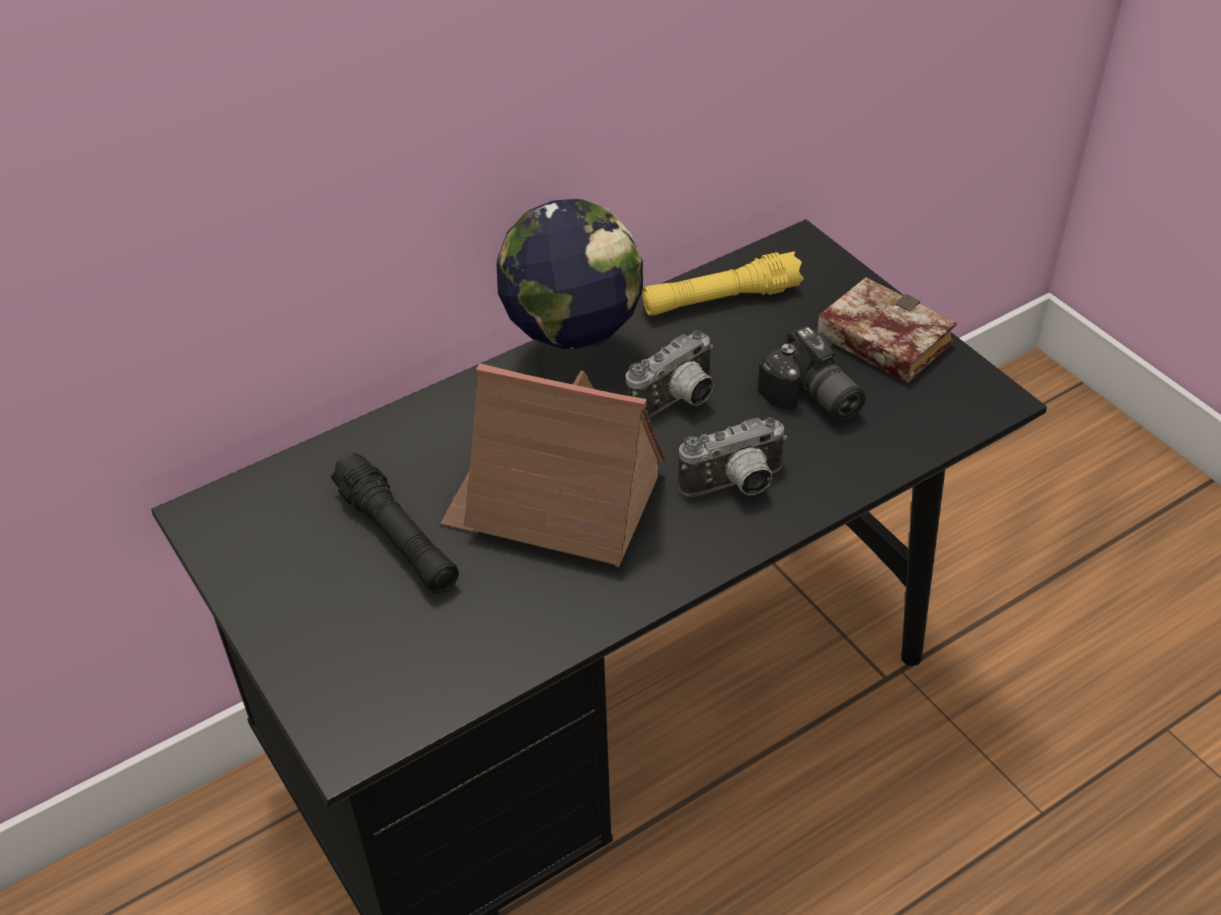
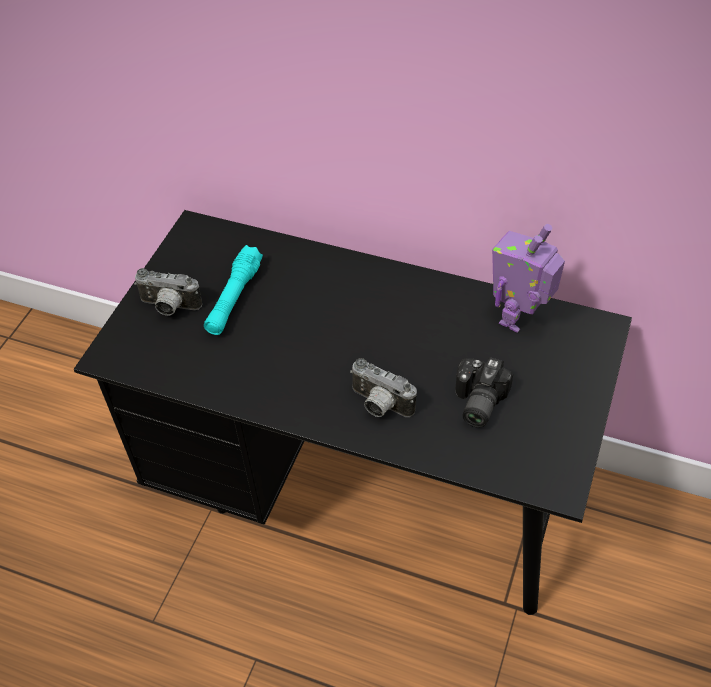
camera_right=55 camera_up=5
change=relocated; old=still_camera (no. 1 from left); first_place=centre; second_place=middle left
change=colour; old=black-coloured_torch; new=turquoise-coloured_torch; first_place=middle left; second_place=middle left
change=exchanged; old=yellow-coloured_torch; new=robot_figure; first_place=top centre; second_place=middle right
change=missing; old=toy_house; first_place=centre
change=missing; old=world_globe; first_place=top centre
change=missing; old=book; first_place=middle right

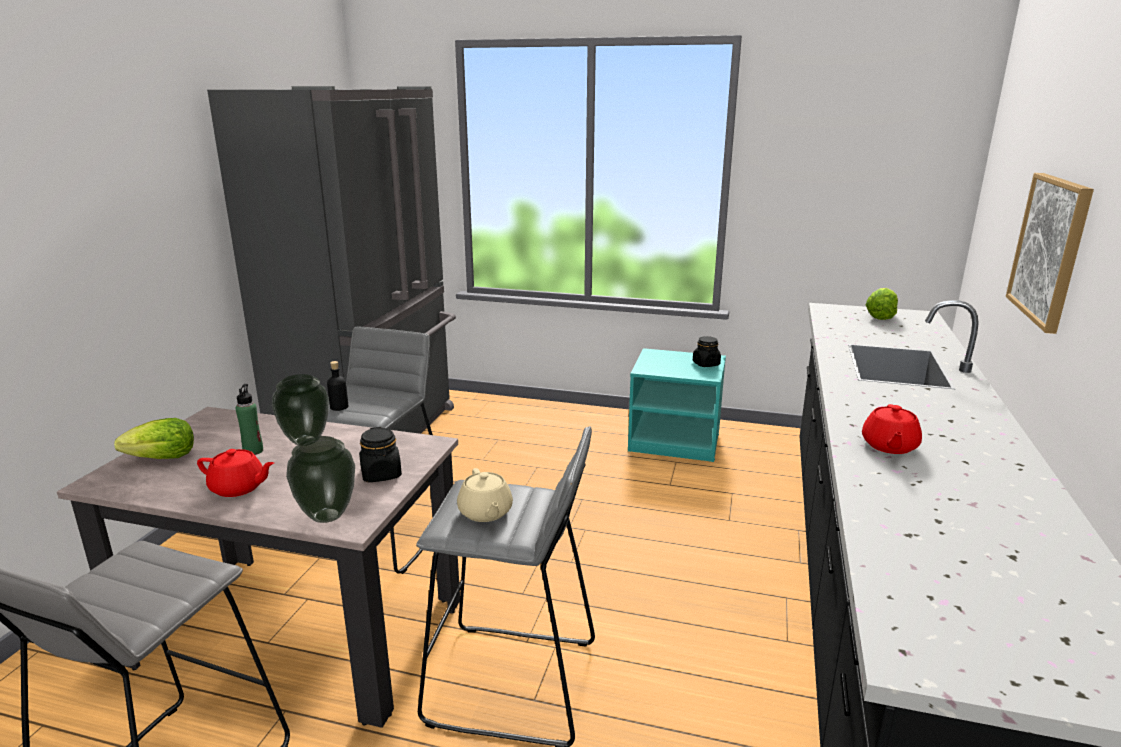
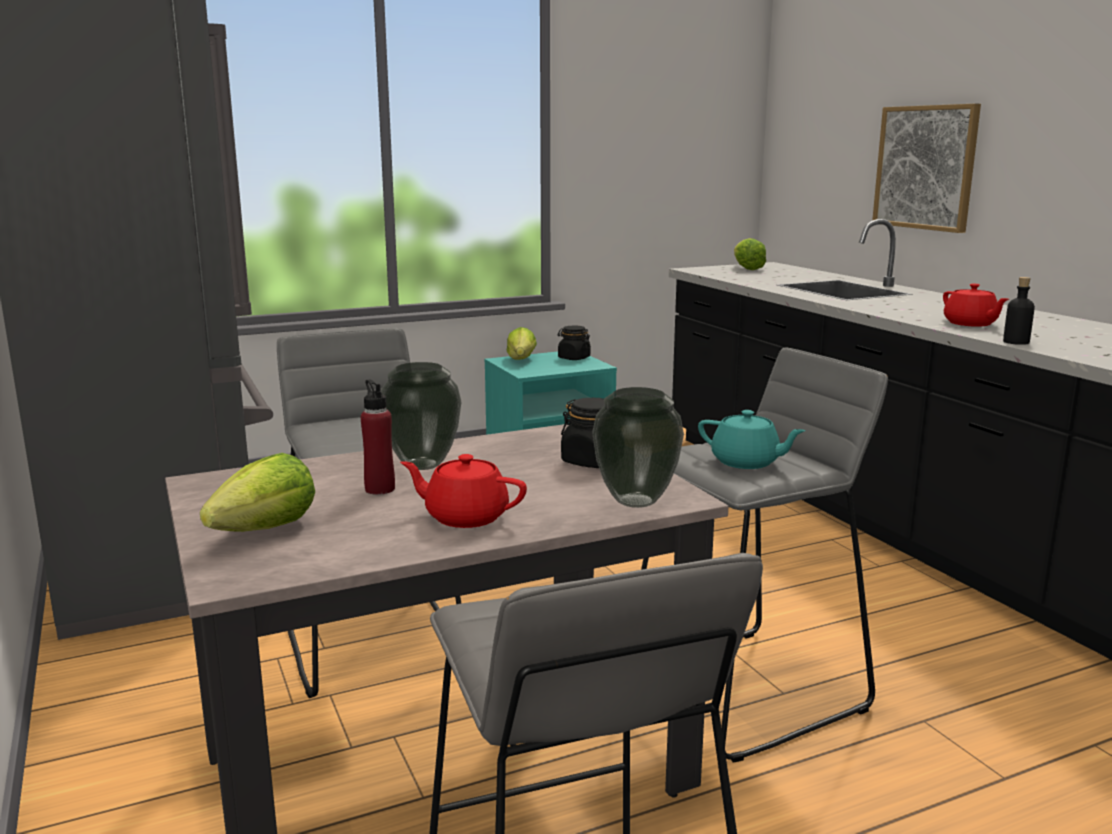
camera_right=-40 camera_up=-5
change=colour; old=greenish_drink_bottle; new=reddish_drink_bottle; first_place=middle left; second_place=centre
change=spun; old=reddish_tea_pot (no. 1 from left); first_place=middle left; second_place=centre; degrees=-135
change=appeared; new=lettuce_head (no. 2 from left); second_place=centre
change=colour; old=beige_tea_pot; new=turquoise-coloured_tea_pot; first_place=centre; second_place=middle right
change=relocated; old=black-coloured_drink_bottle; first_place=middle left; second_place=middle right

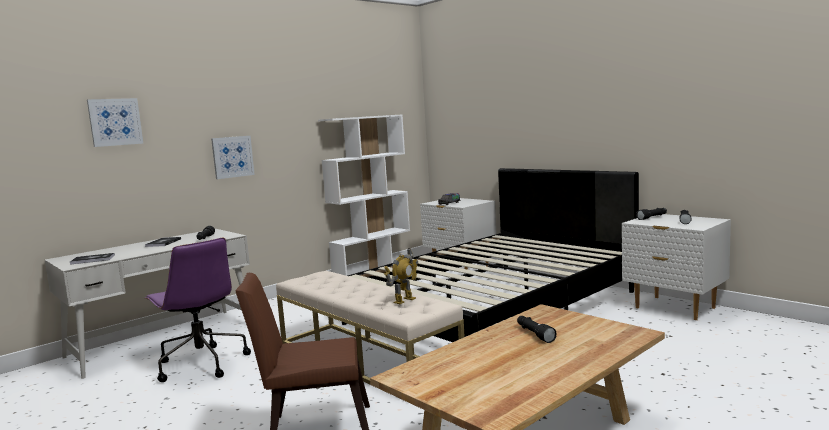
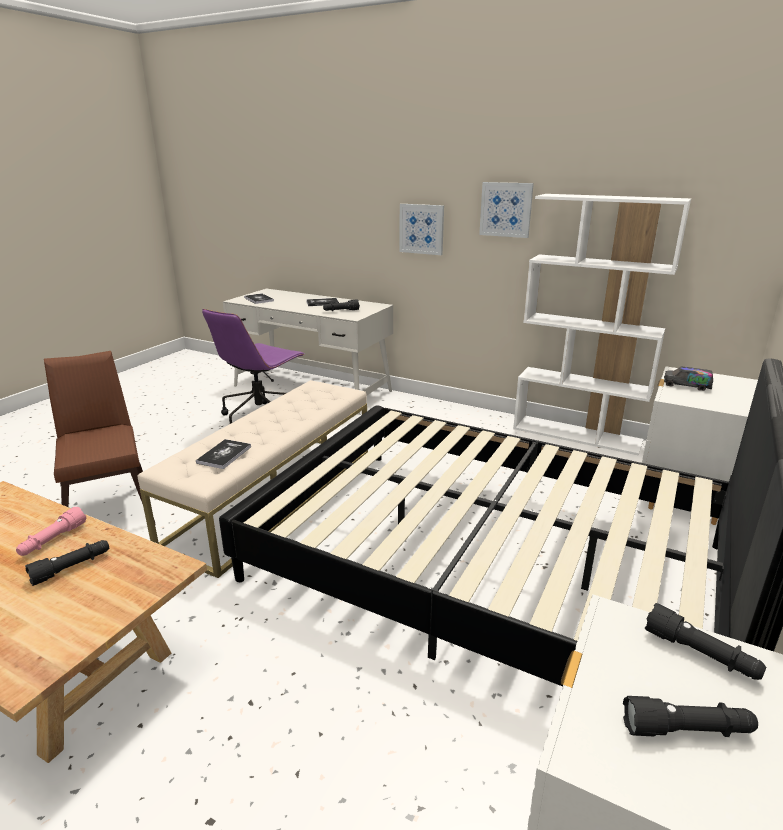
camera_right=70 camera_up=15
change=appeared; new=pink-coloured_torch; second_place=middle left
change=exchanged; old=robot_figure; new=book (no. 1 from left); first_place=centre; second_place=middle left
change=relocated; old=picture (no. 1 from left in the first image); new=picture (no. 2 from left); first_place=top left; second_place=top centre

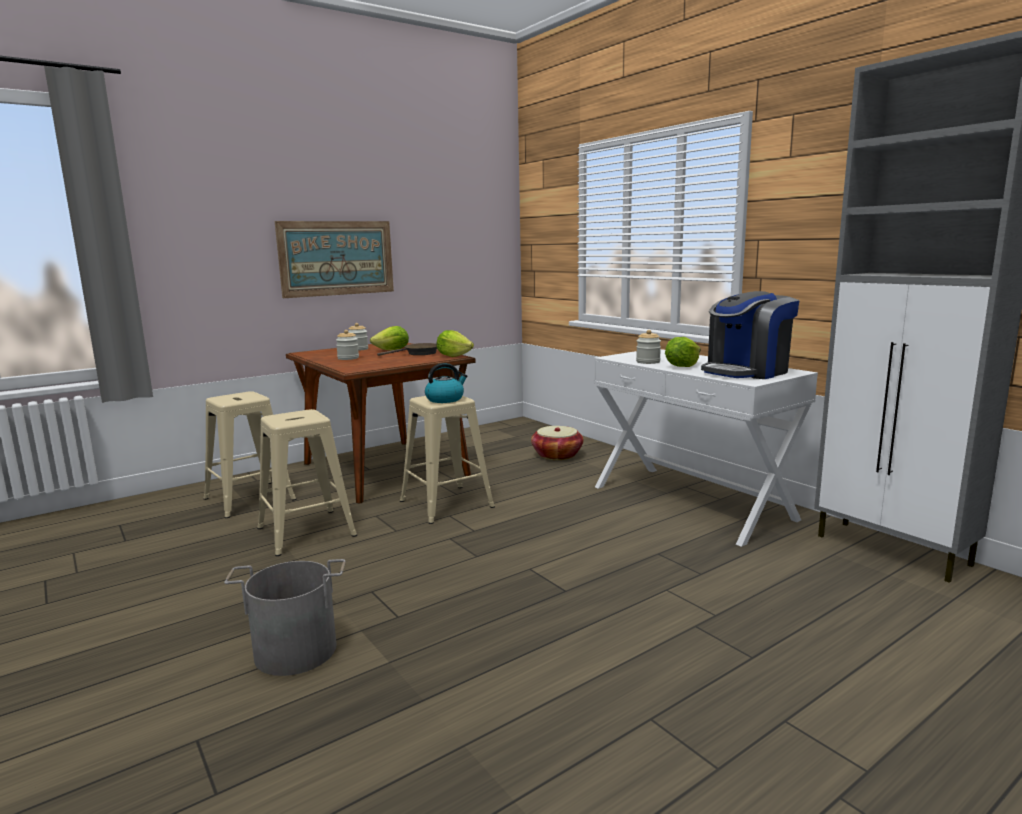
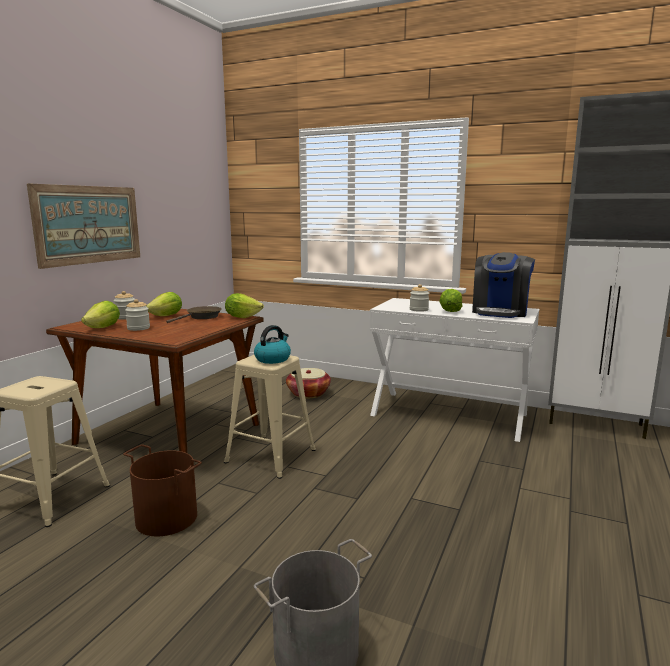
camera_right=-30 camera_up=0
change=appeared; new=lettuce_head (no. 1 from left); second_place=middle left
change=exchanged; old=beige_sitting_stool (no. 2 from left); new=brown-coloured_water_bucket; first_place=middle left; second_place=bottom left

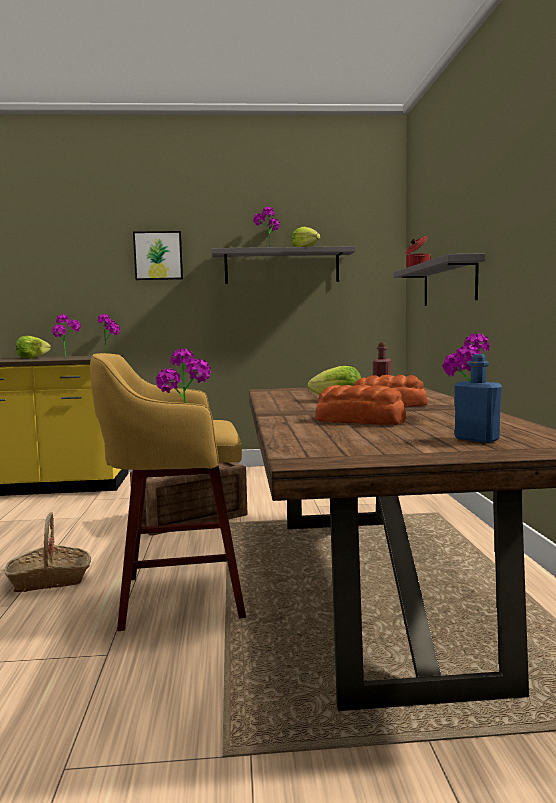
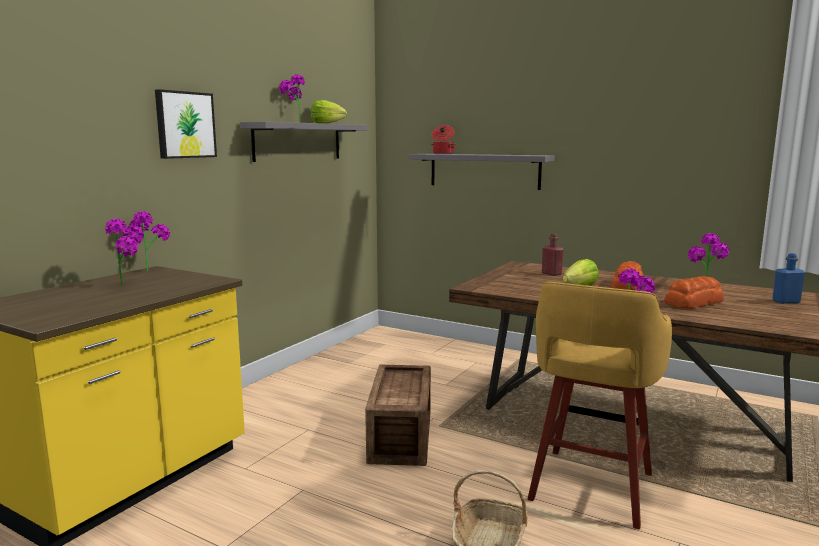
camera_right=-55 camera_up=5
change=missing; old=lettuce_head (no. 1 from left); first_place=middle left

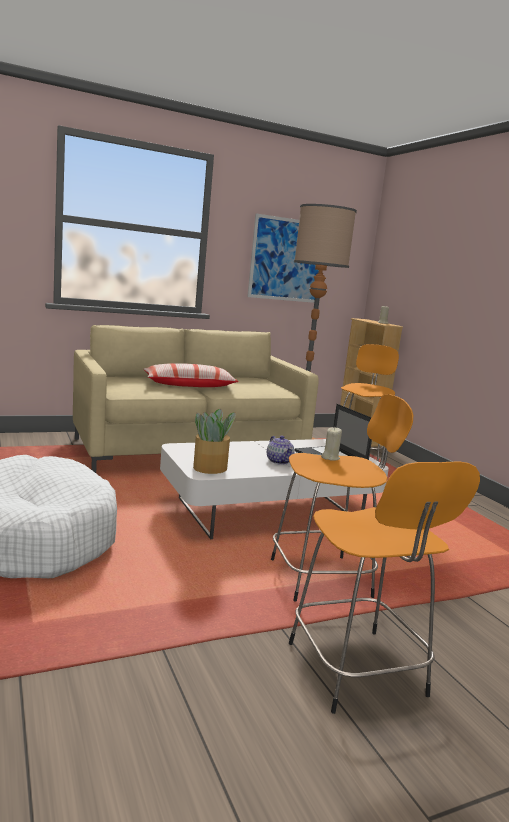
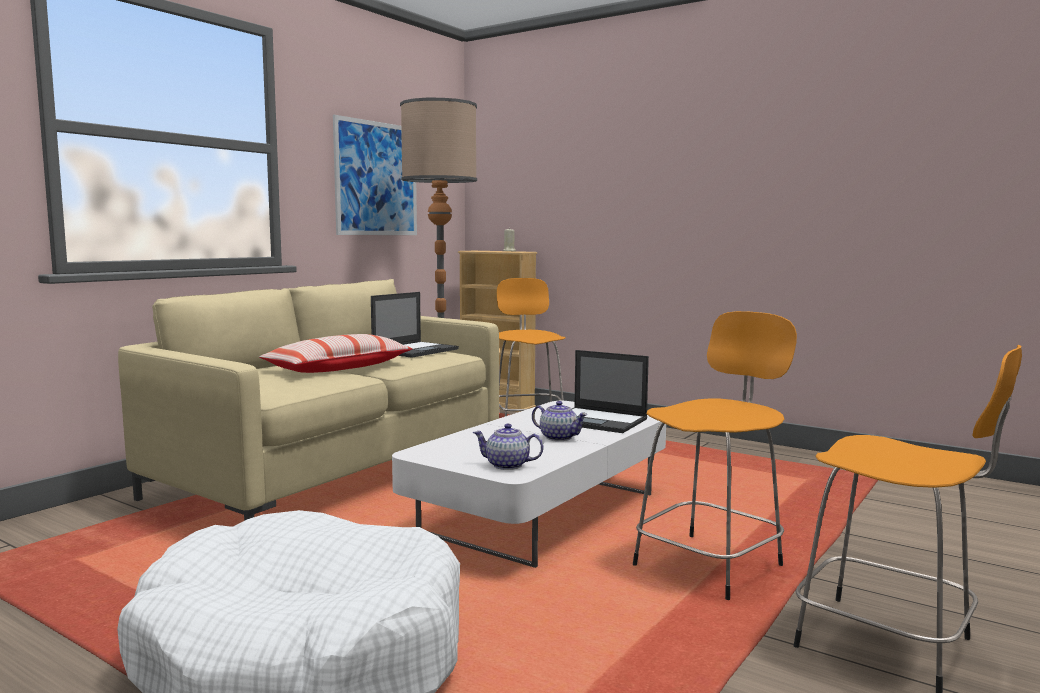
camera_right=-30 camera_up=-5
change=appeared; new=laptop (no. 1 from left); second_place=centre
change=exchanged; old=plant_in_a_pot; new=tea_pot (no. 1 from left); first_place=centre; second_place=centre
change=missing; old=beige_candle (no. 1 from left); first_place=centre

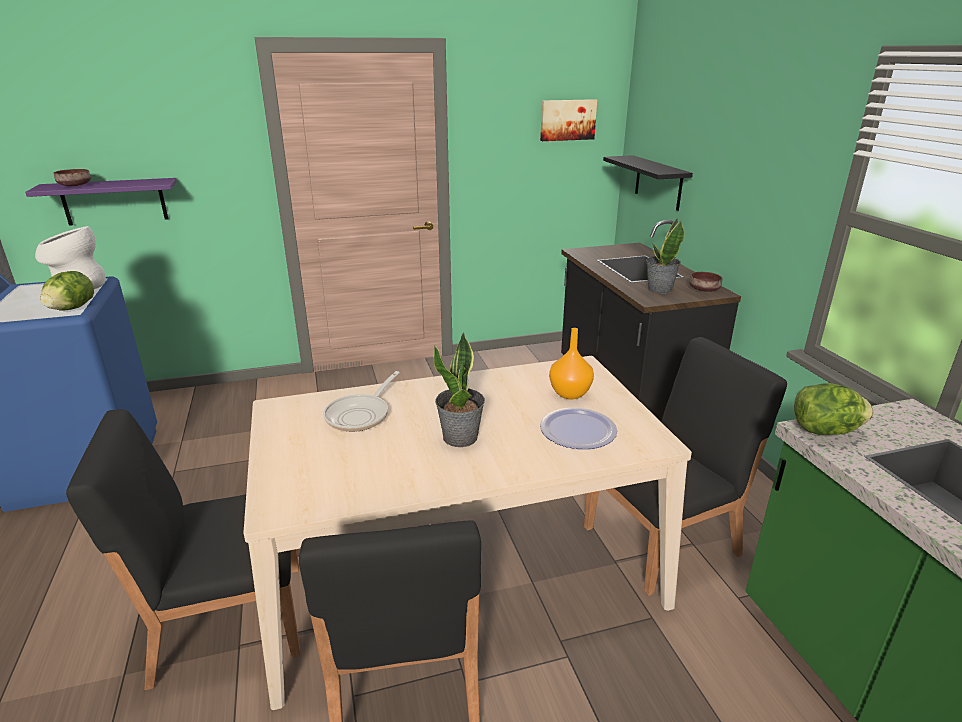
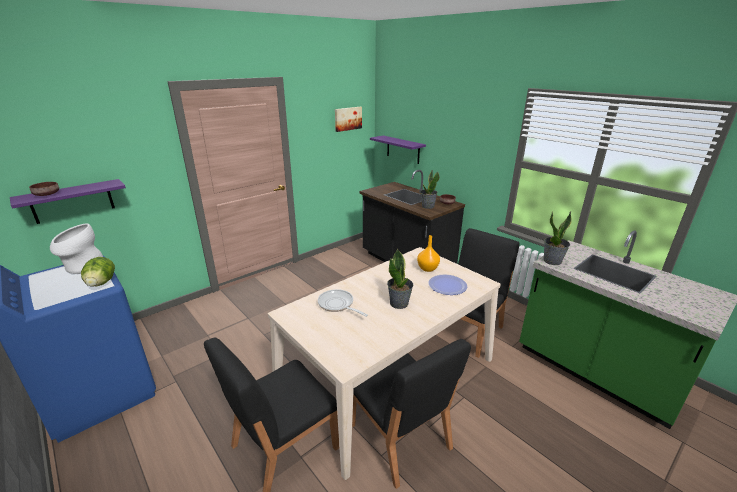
camera_right=-25 camera_up=0
change=spun; old=frying_pan; first_place=centre; second_place=centre; degrees=135
change=colour; old=black-coloured_wall_shelf; new=purplish_wall_shelf (no. 2 from left); first_place=top right; second_place=top centre
change=exchanged; old=lettuce_head (no. 2 from left); new=plant_in_a_pot (no. 3 from left); first_place=middle right; second_place=middle right

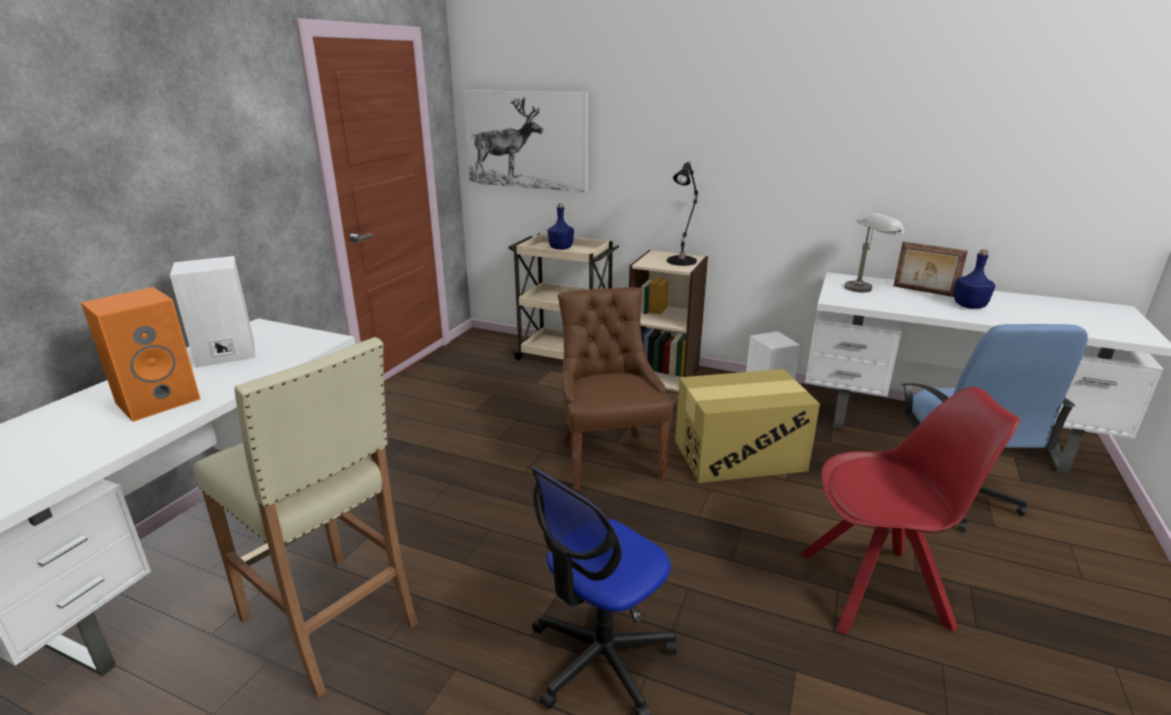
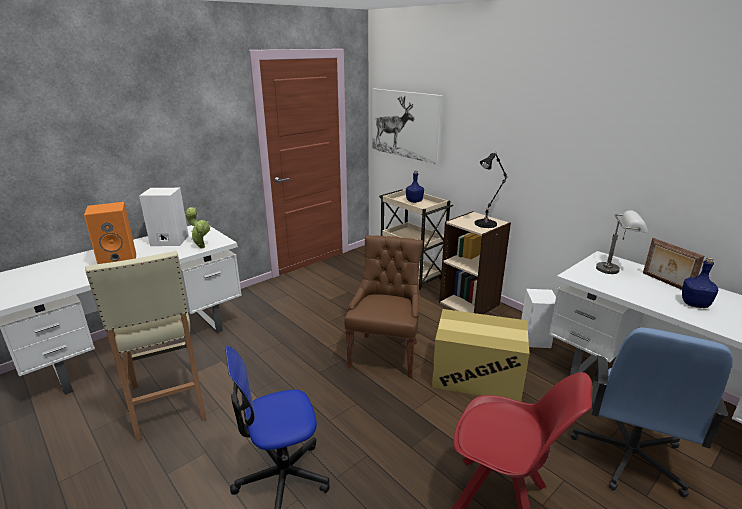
camera_right=25 camera_up=0
change=appeared; new=plant_in_a_pot; second_place=middle left

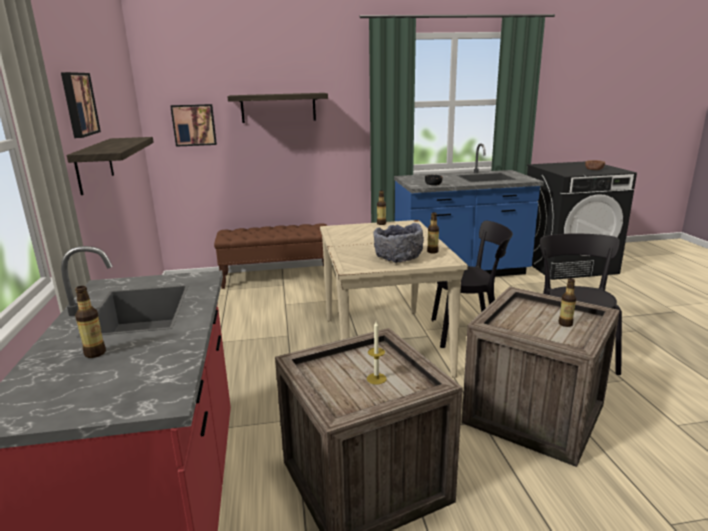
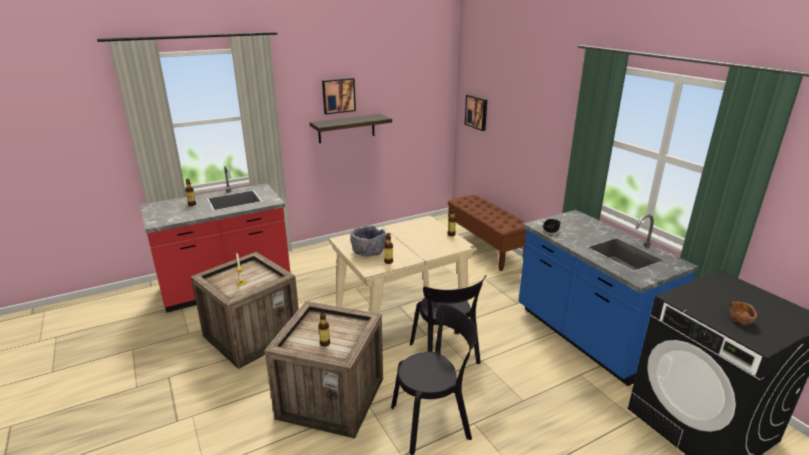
camera_right=70 camera_up=5
change=missing; old=wall_shelf (no. 2 from left); first_place=top centre

